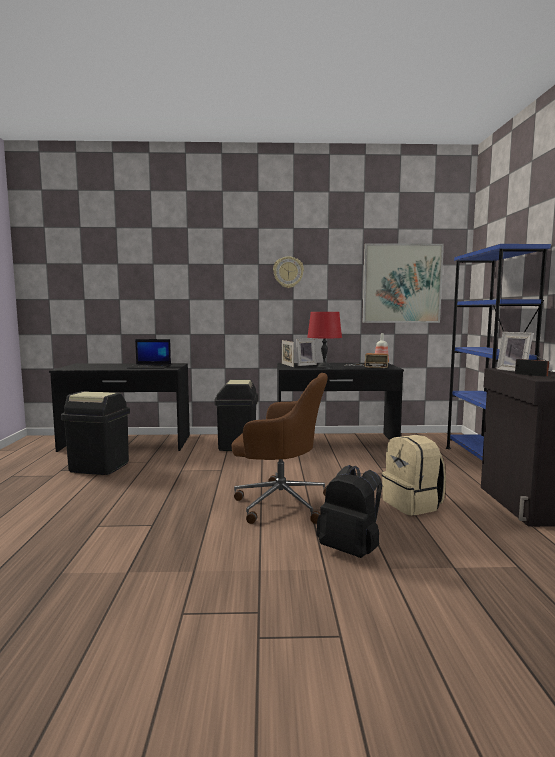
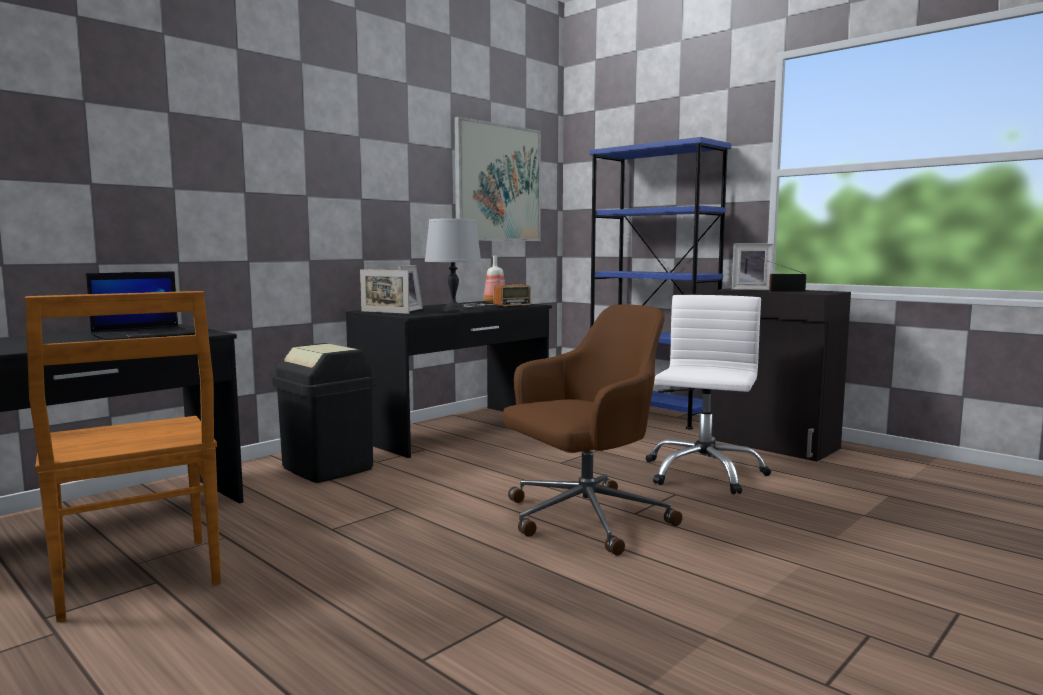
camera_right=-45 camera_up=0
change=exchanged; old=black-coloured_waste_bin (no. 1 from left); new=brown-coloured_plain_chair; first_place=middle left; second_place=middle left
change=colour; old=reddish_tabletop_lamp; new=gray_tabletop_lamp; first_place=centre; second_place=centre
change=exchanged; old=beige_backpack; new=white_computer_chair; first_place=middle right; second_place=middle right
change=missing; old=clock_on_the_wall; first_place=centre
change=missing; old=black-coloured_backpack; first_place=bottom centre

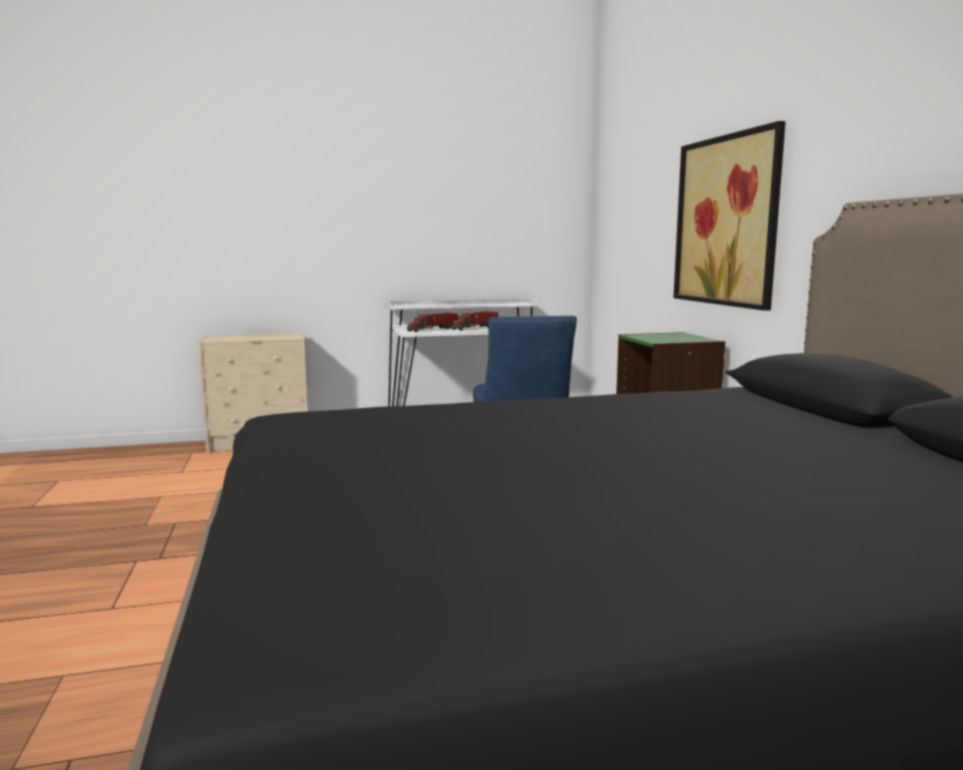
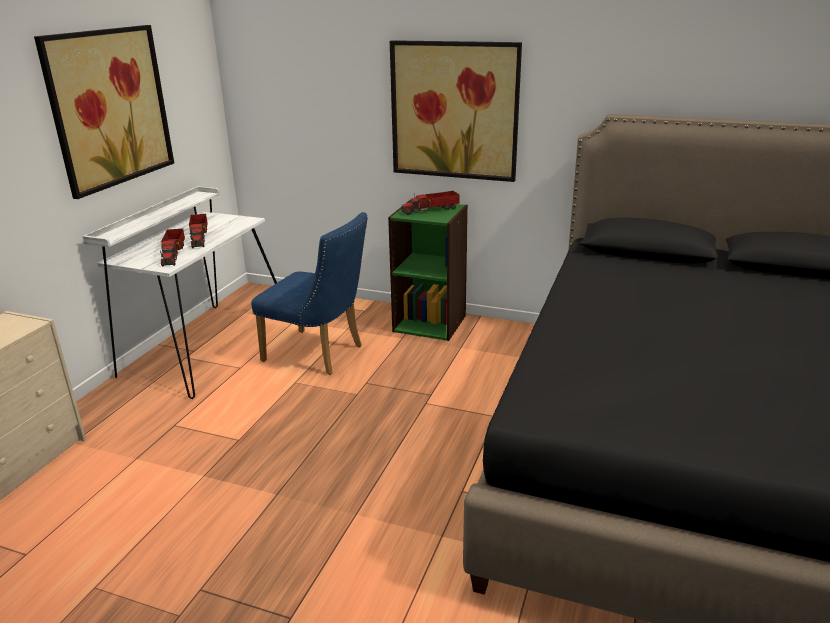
camera_right=-55 camera_up=15
change=appeared; new=picture (no. 1 from left); second_place=top left
change=appeared; new=toy_truck (no. 3 from left); second_place=top centre

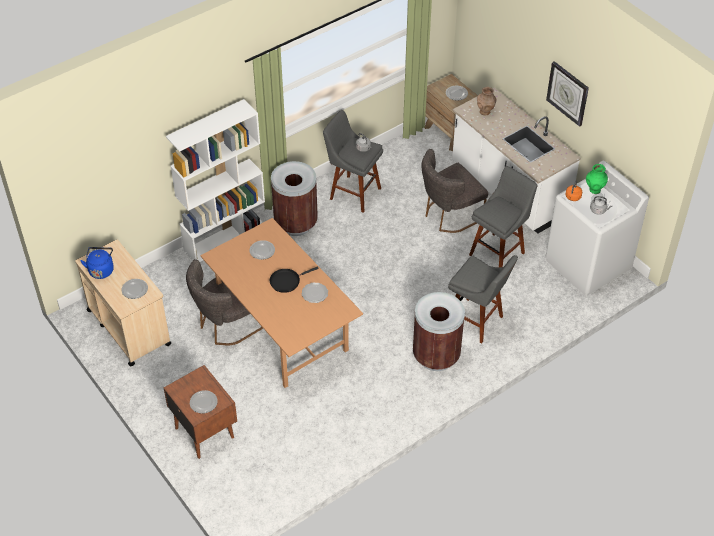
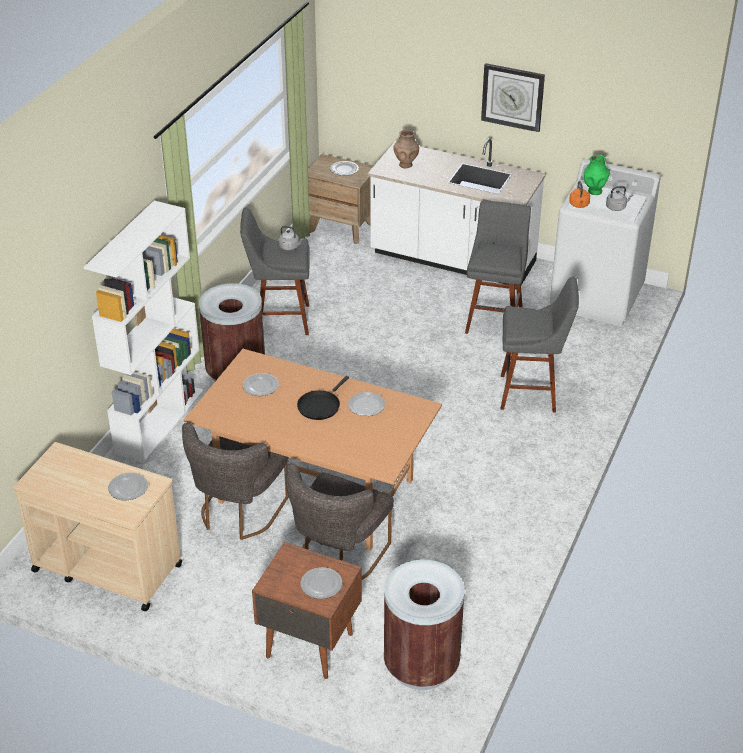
camera_right=-30 camera_up=-10
change=relocated; old=gray_plain_chair (no. 2 from left); first_place=centre; second_place=bottom centre
change=relocated; old=brown-coloured_waste_bin (no. 2 from left); first_place=centre; second_place=bottom centre
change=missing; old=bluish_kettle; first_place=middle left

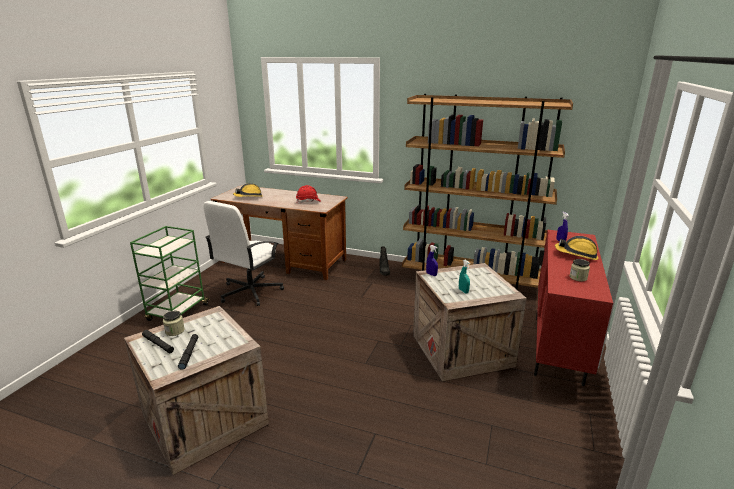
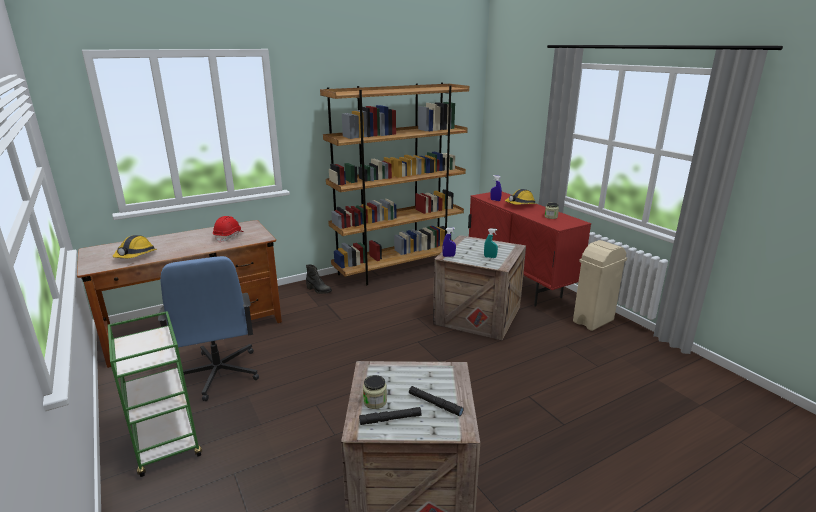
camera_right=-50 camera_up=0
change=colour; old=white_computer_chair; new=bluish_computer_chair; first_place=middle left; second_place=middle left
change=appeared; new=beige_waste_bin; second_place=middle right

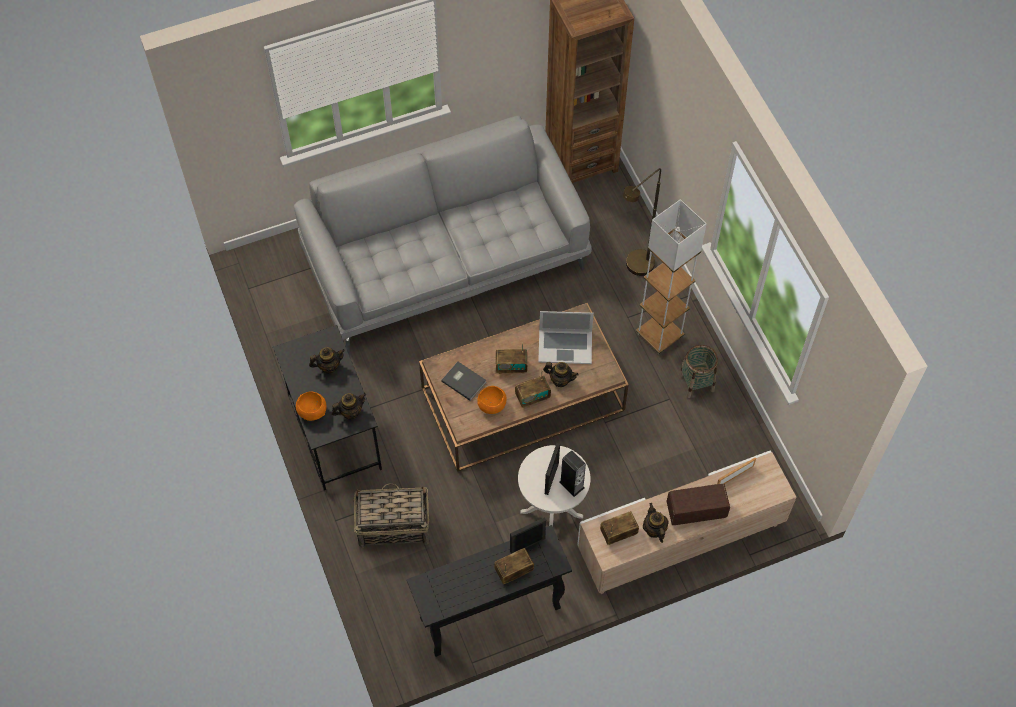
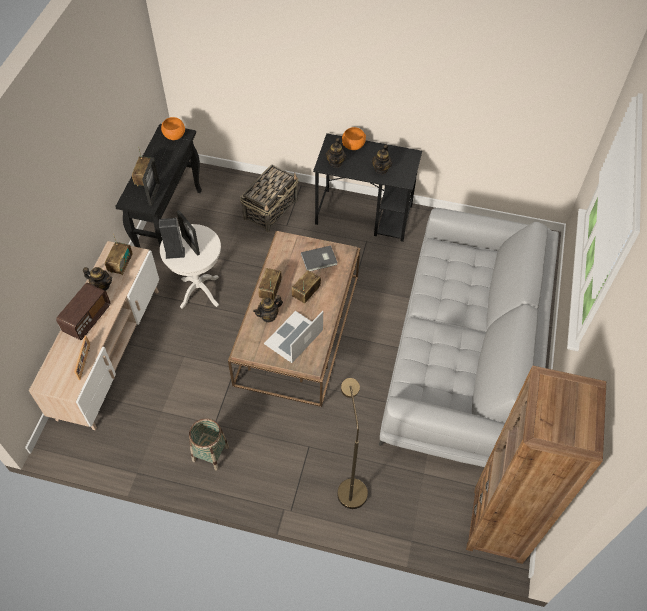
camera_right=125 camera_up=-5
change=relocated; old=orangey_deep_dish (no. 2 from left in the first image); new=orangey_deep_dish (no. 1 from left); first_place=centre; second_place=top left
change=missing; old=white_standard_lamp; first_place=centre

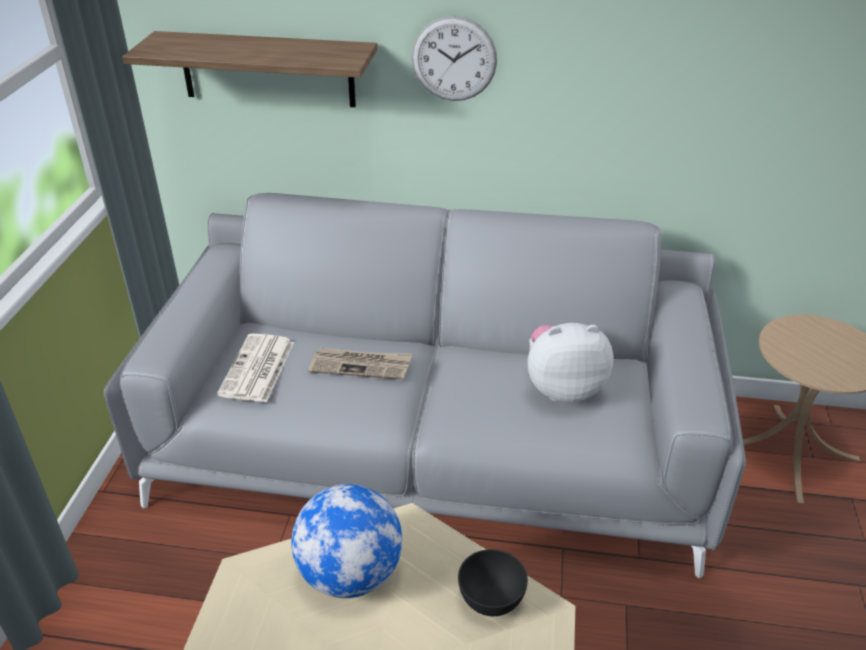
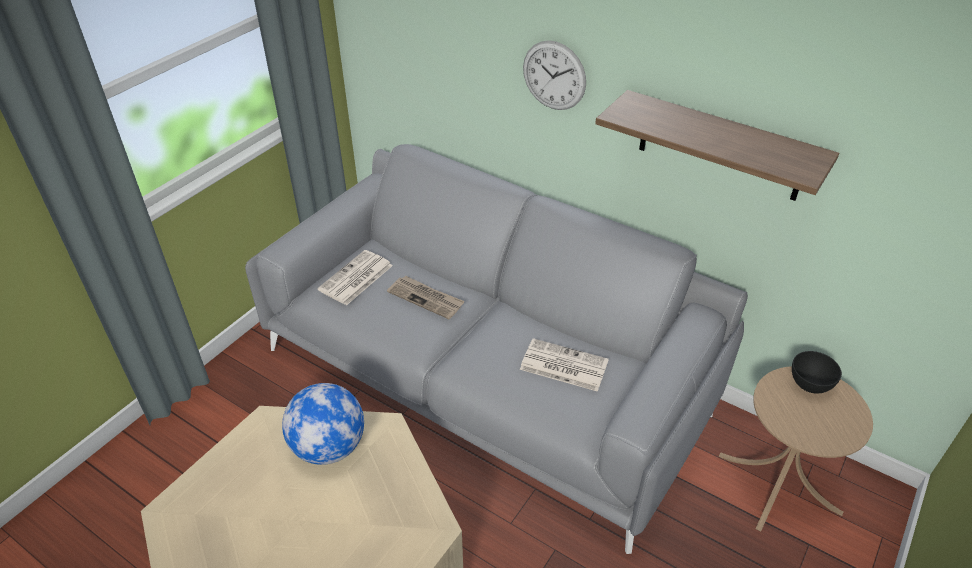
camera_right=25 camera_up=5
change=exchanged; old=cuddly_toy; new=daily_paper (no. 3 from left); first_place=centre; second_place=centre
change=relocated; old=wall_shelf; first_place=top left; second_place=top right
change=relocated; old=black-coloured_deep_dish; first_place=bottom centre; second_place=middle right

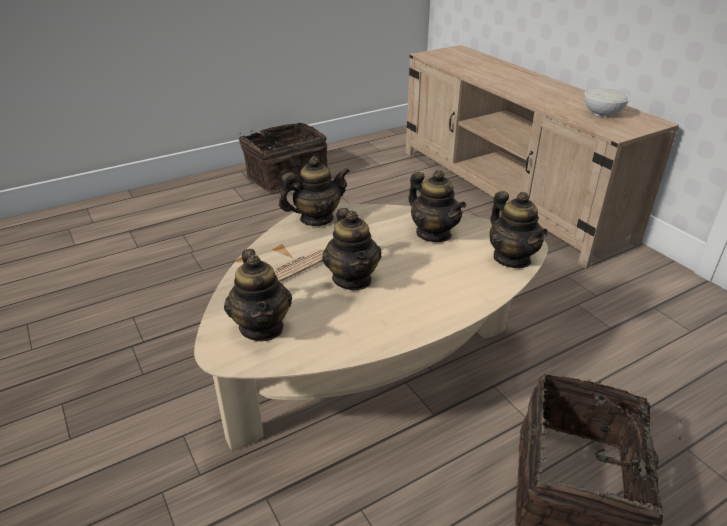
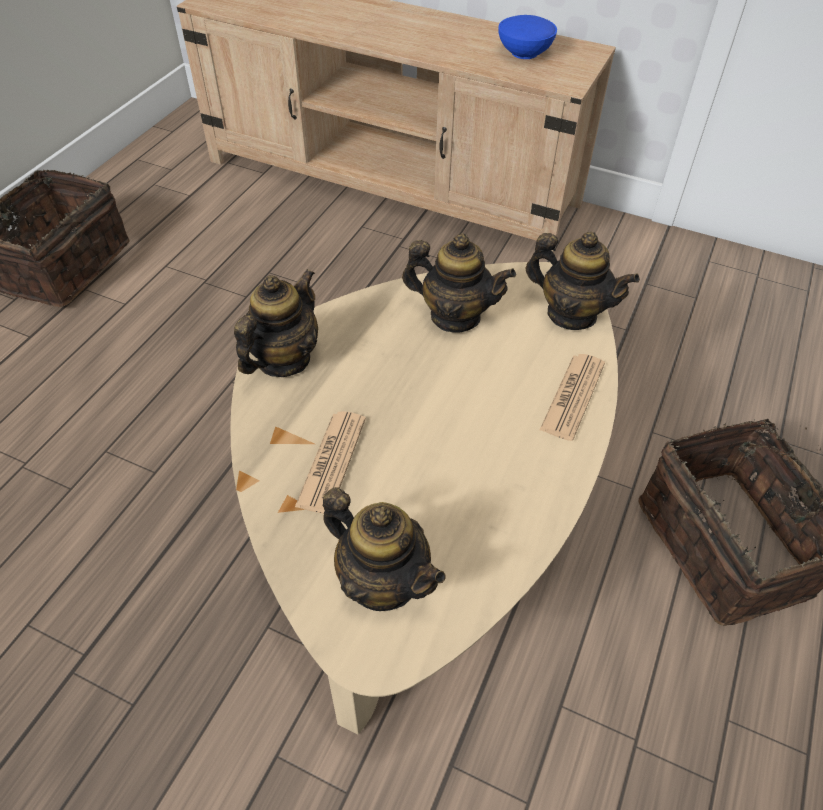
camera_right=-35 camera_up=15
change=colour; old=white_deep_dish; new=bluish_deep_dish; first_place=top right; second_place=top centre
change=appeared; new=daily_paper (no. 2 from left); second_place=middle right
change=missing; old=tea_pot (no. 3 from left); first_place=centre

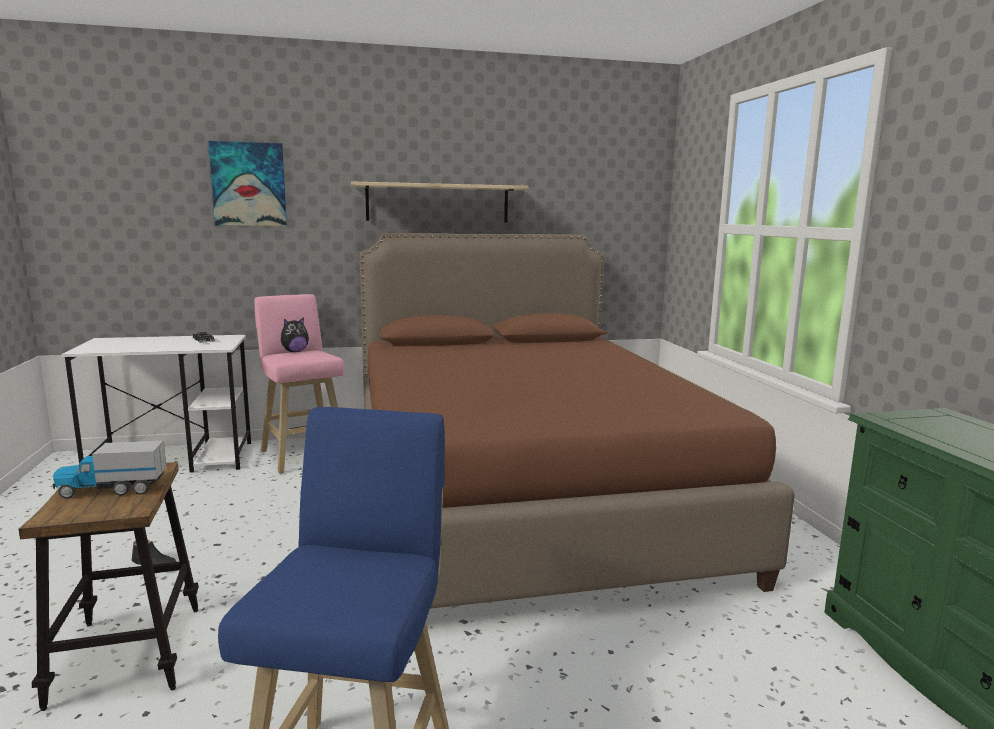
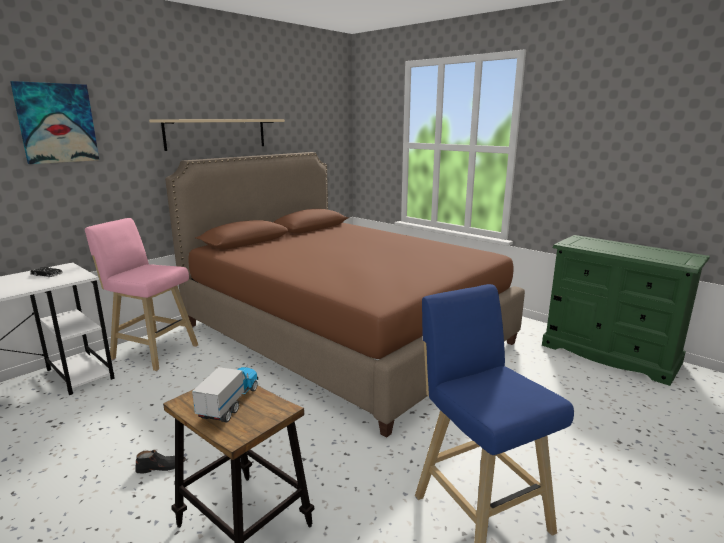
camera_right=-35 camera_up=5
change=spun; old=toy_truck; first_place=middle left; second_place=bottom left; degrees=150
change=missing; old=cuddly_toy; first_place=middle left

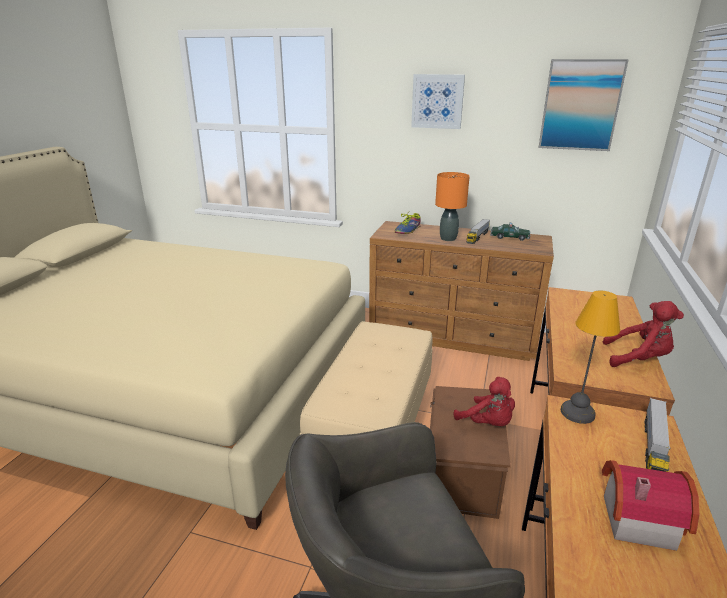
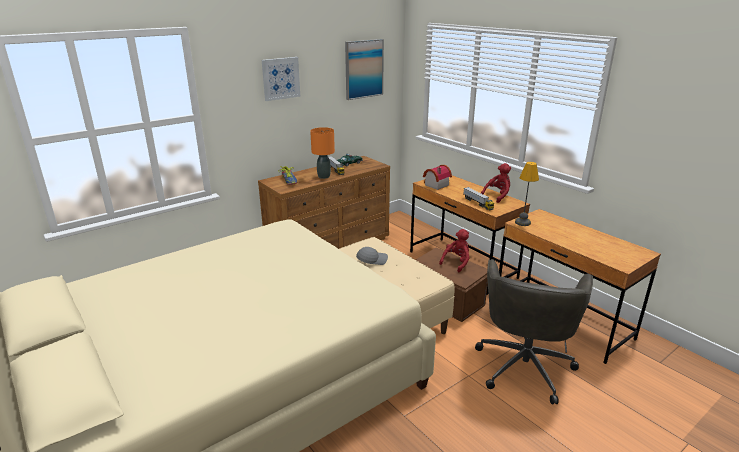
camera_right=-55 camera_up=0
change=appeared; new=gray_cap; second_place=centre
change=relocated; old=toy_house; first_place=bottom right; second_place=centre
change=spun; old=reddish_cuddly_toy (no. 1 from left); first_place=bottom centre; second_place=centre; degrees=-45
change=relocated; old=toy_truck (no. 2 from left); first_place=bottom right; second_place=centre

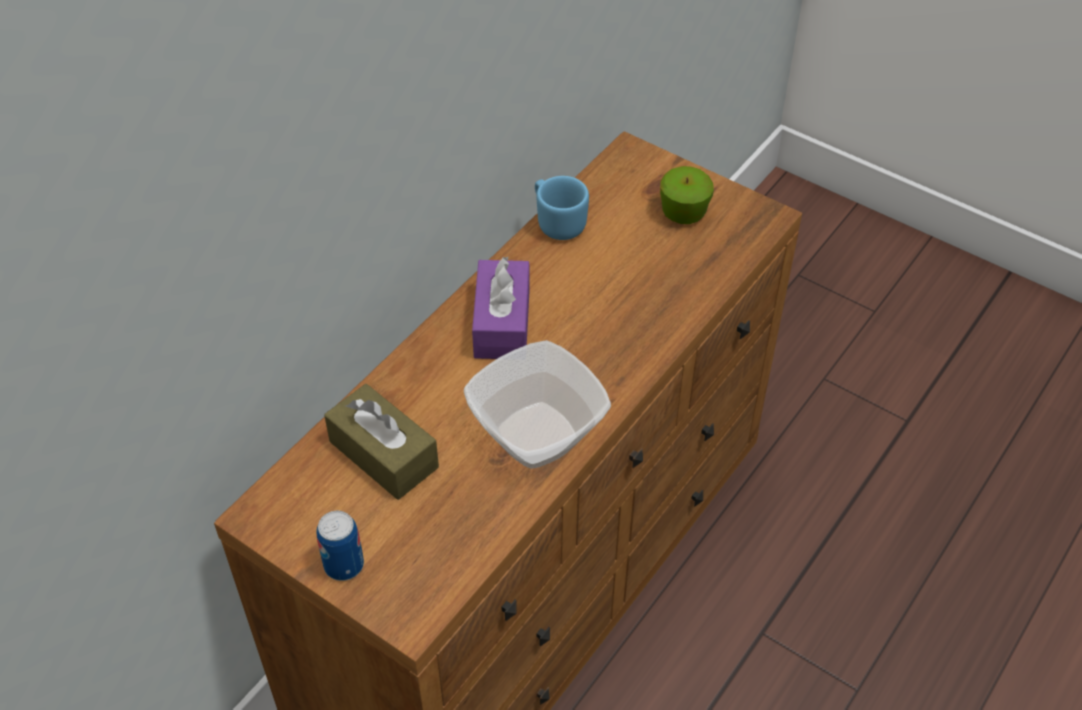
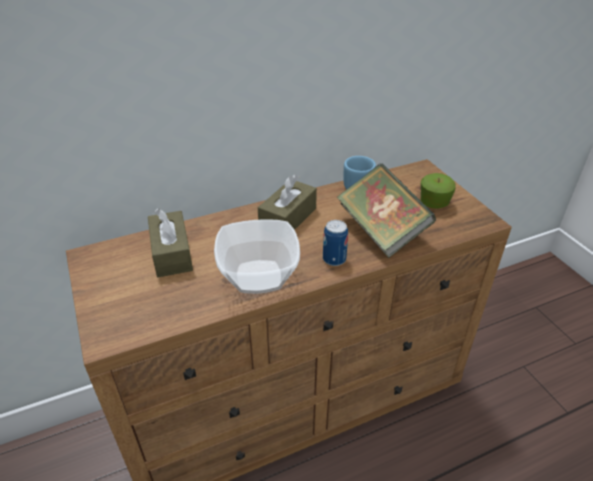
camera_right=30 camera_up=-10
change=colour; old=purplish_tissue_holder; new=brown-coloured_tissue_holder (no. 2 from left); first_place=centre; second_place=centre
change=relocated; old=can; first_place=bottom left; second_place=centre
change=appeared; new=book; second_place=centre

